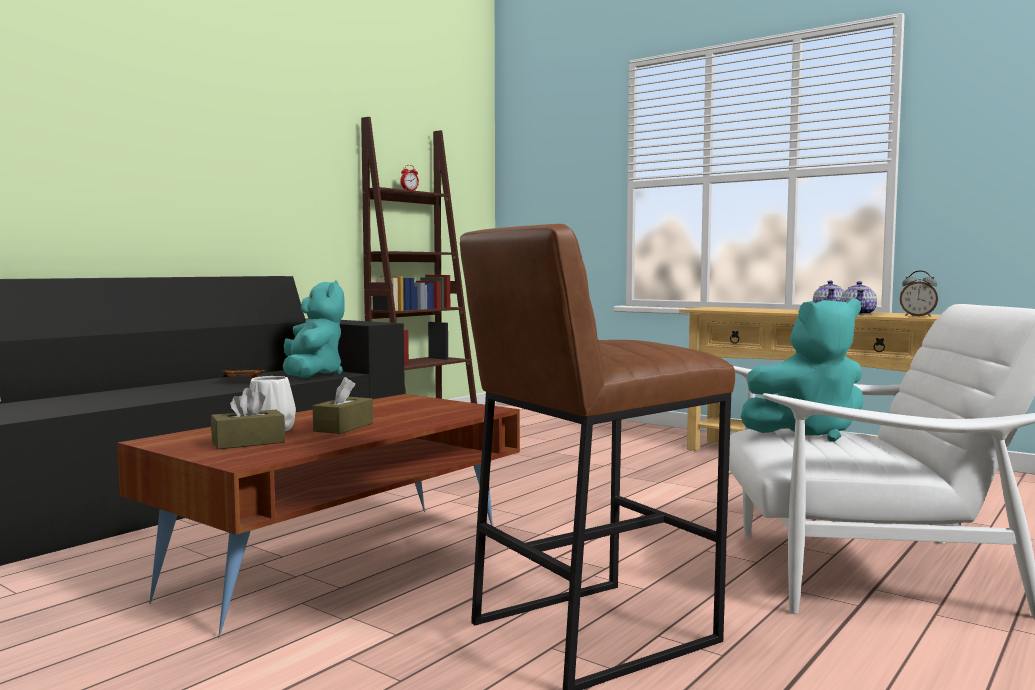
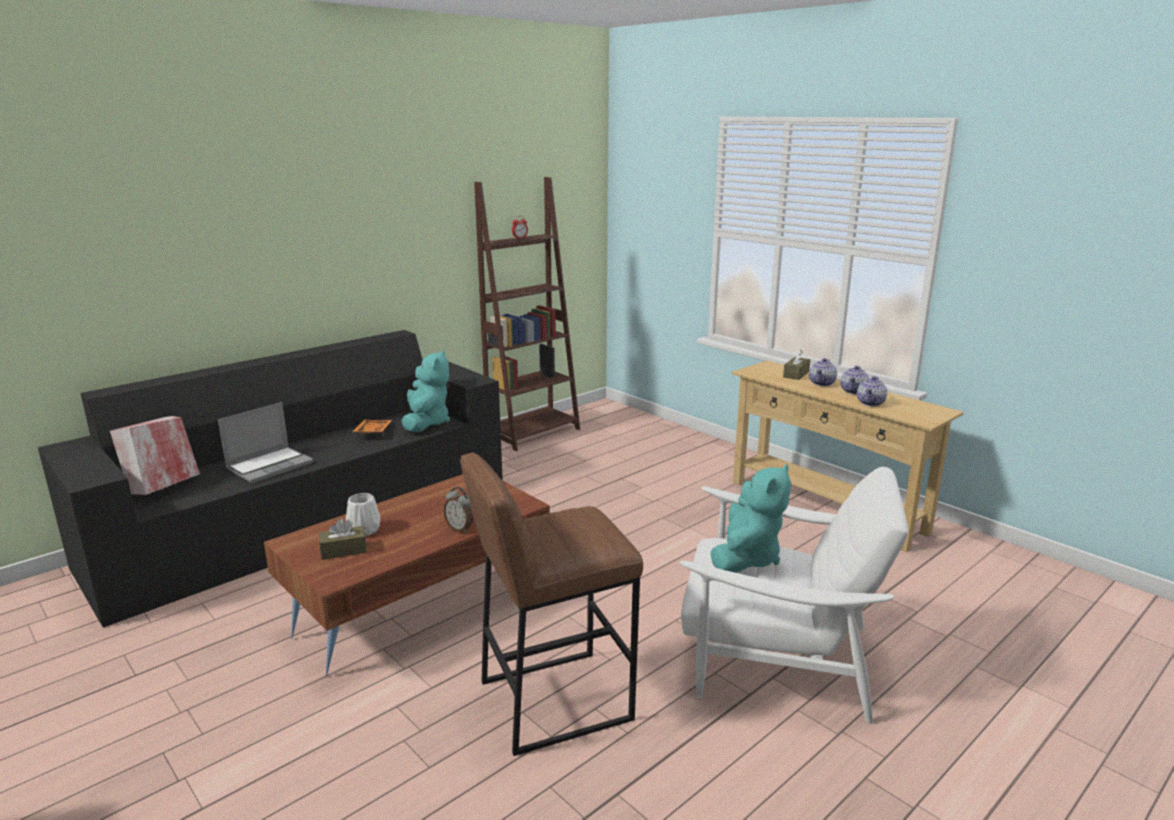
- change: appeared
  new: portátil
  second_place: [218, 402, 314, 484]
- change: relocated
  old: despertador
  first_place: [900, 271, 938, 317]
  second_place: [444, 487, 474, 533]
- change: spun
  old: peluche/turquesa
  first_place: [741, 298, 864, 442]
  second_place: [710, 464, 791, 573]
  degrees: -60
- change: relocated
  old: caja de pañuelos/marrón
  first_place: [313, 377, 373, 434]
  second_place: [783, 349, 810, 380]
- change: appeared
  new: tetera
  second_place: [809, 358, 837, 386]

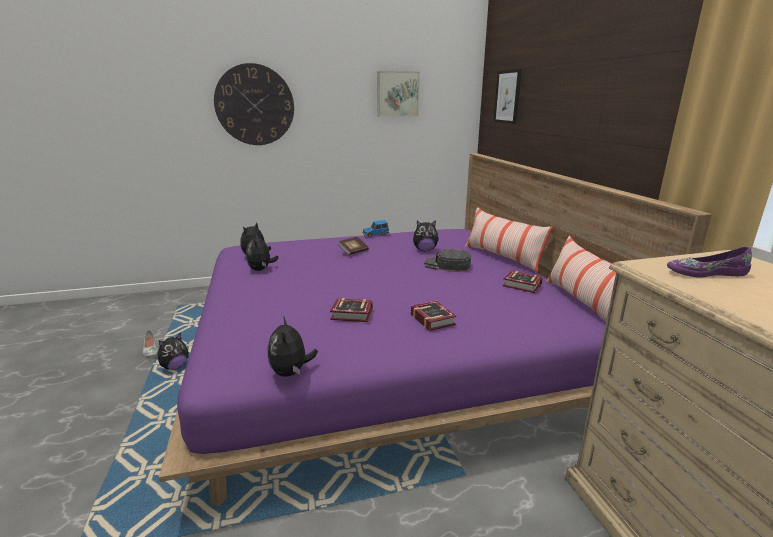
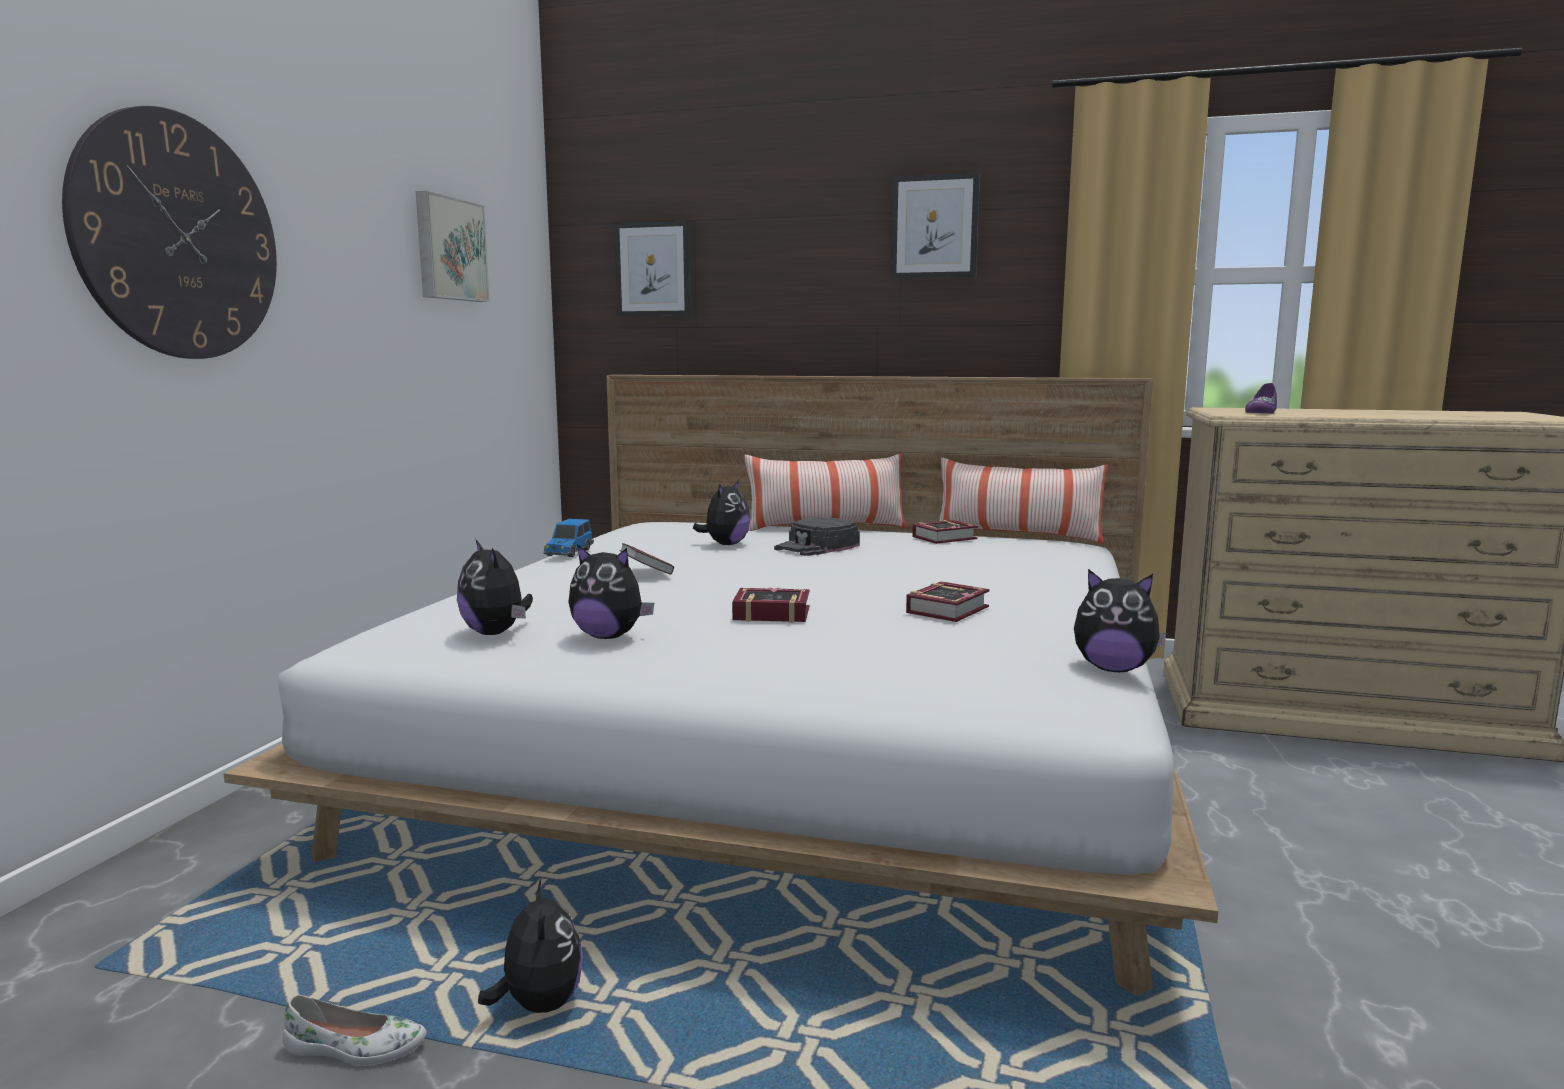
- change: colour
  old: cama/morado
  new: cama/blanco
  first_place: [159, 153, 712, 507]
  second_place: [223, 375, 1218, 996]
- change: relocated
  old: libro
  first_place: [411, 301, 456, 331]
  second_place: [732, 587, 809, 623]
- change: appeared
  new: cuadro
  second_place: [891, 173, 980, 279]

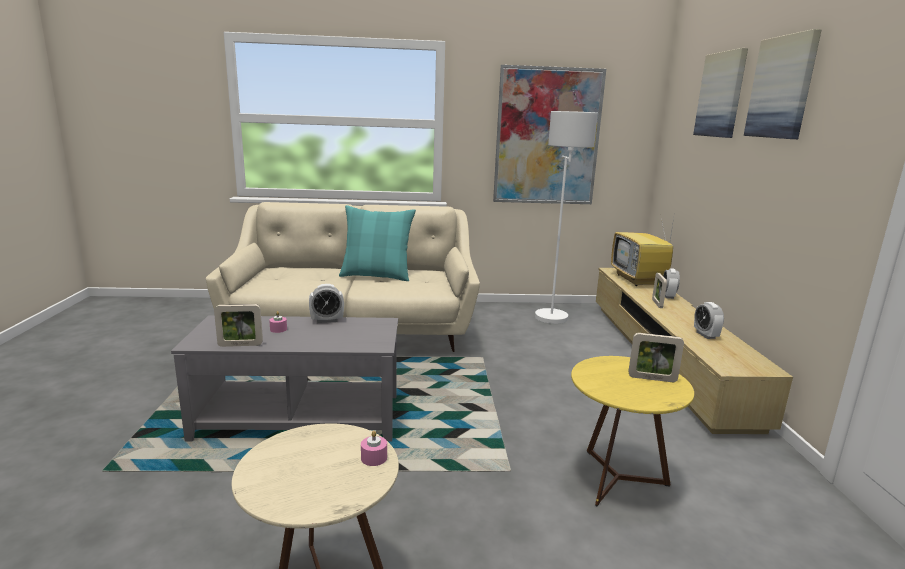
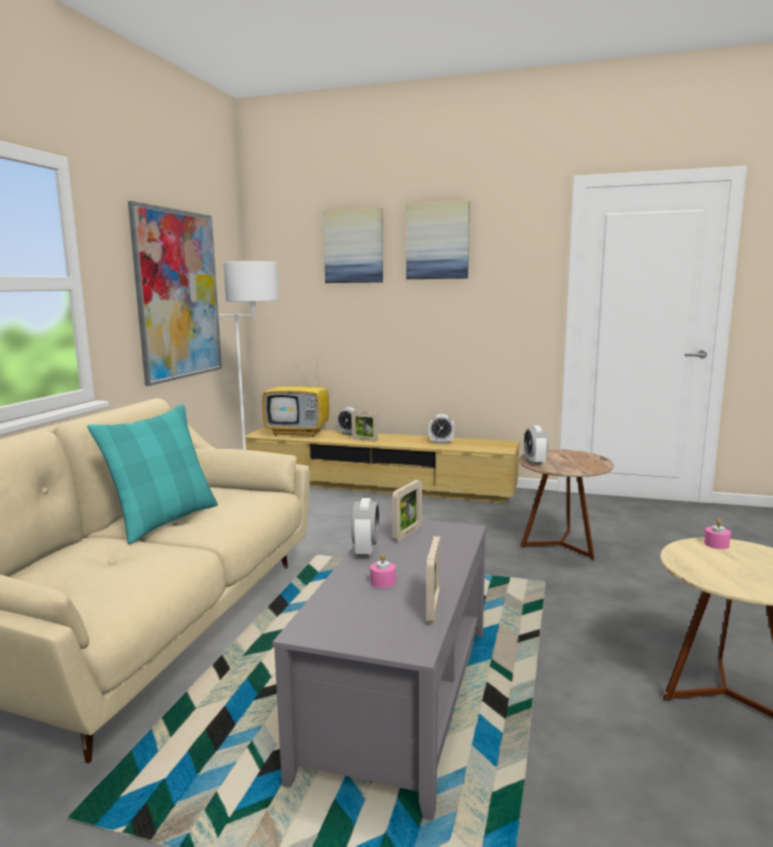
- change: relocated
  old: portarretratos
  first_place: [629, 333, 684, 382]
  second_place: [392, 480, 422, 542]
- change: colour
  old: mesa auxiliar/amarillo
  new: mesa auxiliar/marrón
  first_place: [571, 356, 694, 506]
  second_place: [519, 449, 614, 560]
- change: appeared
  new: despertador
  second_place: [524, 425, 548, 465]

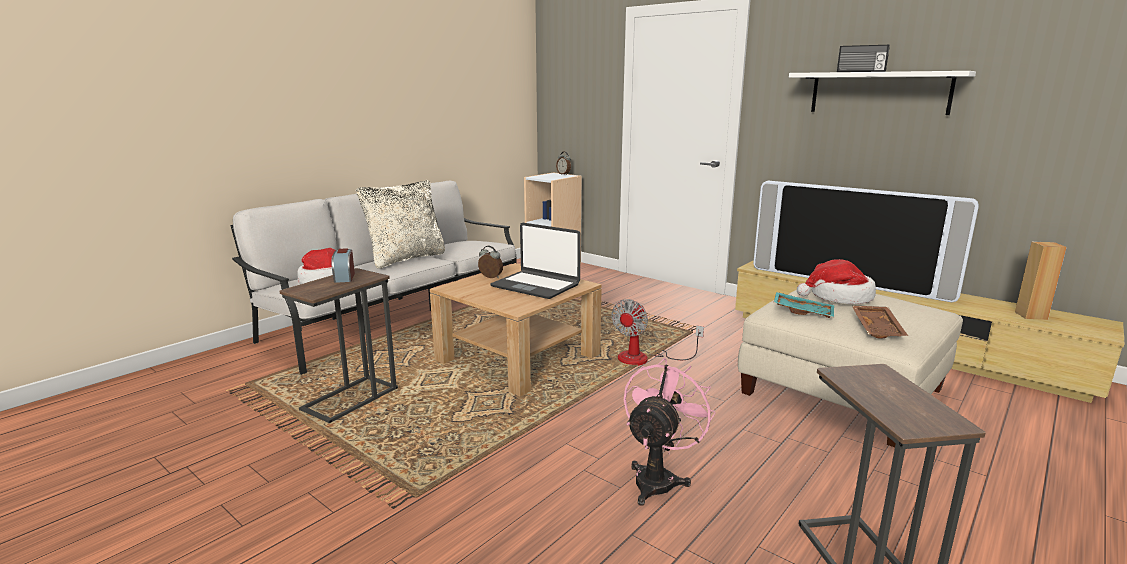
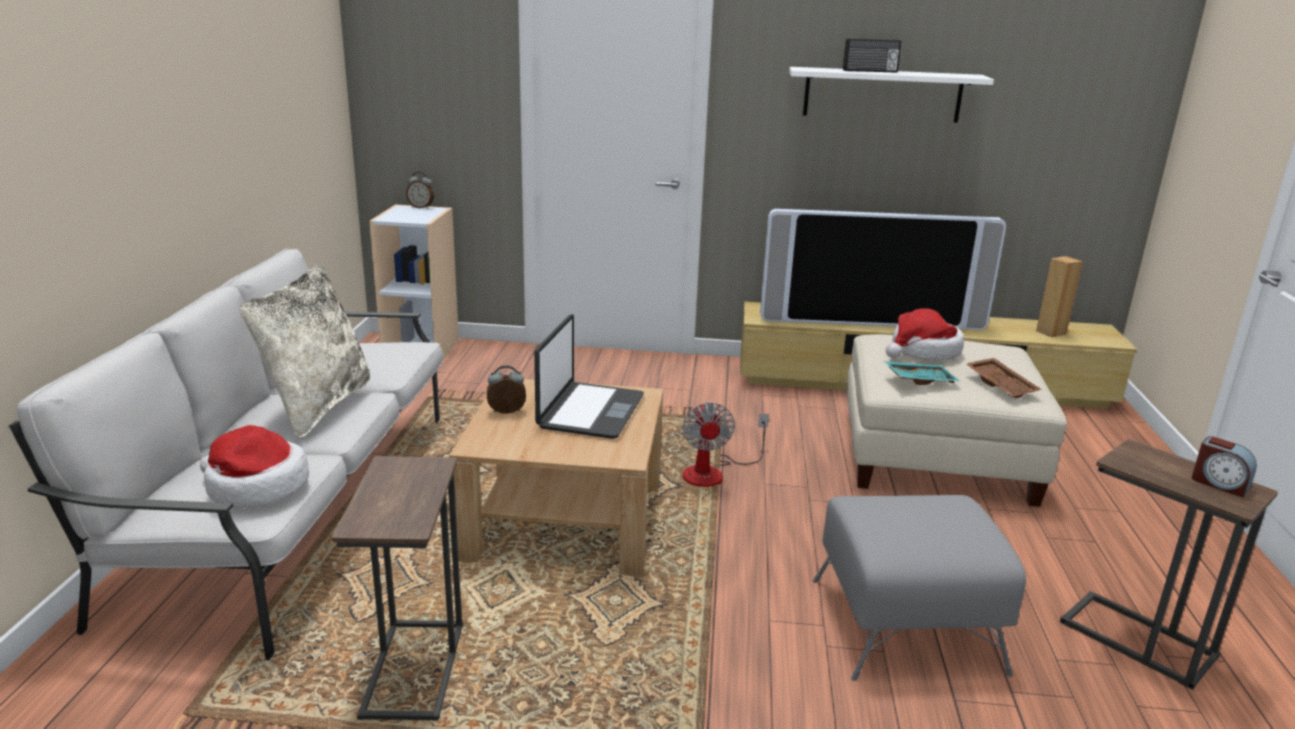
- change: spun
  old: portátil
  first_place: [490, 223, 581, 299]
  second_place: [534, 314, 644, 439]
  degrees: -75
- change: exchanged
  old: ventilador/rosa
  new: puf/gris
  first_place: [624, 358, 715, 506]
  second_place: [813, 495, 1026, 681]
- change: relocated
  old: despertador
  first_place: [331, 248, 355, 283]
  second_place: [1192, 436, 1257, 497]

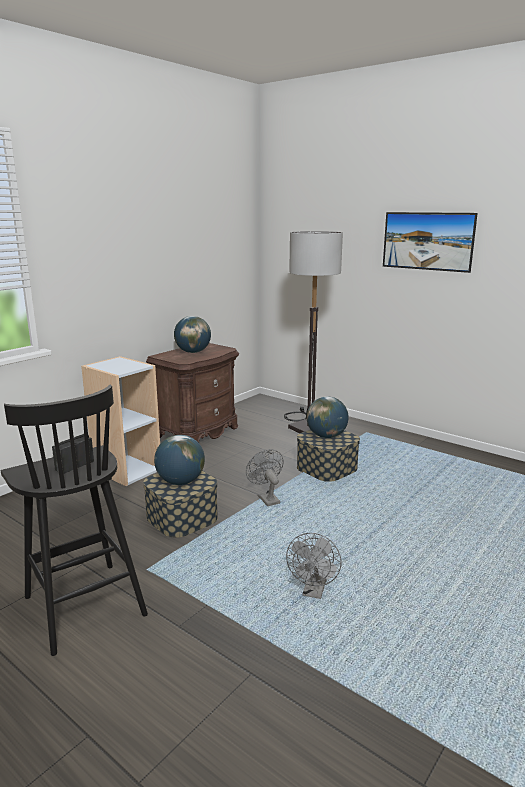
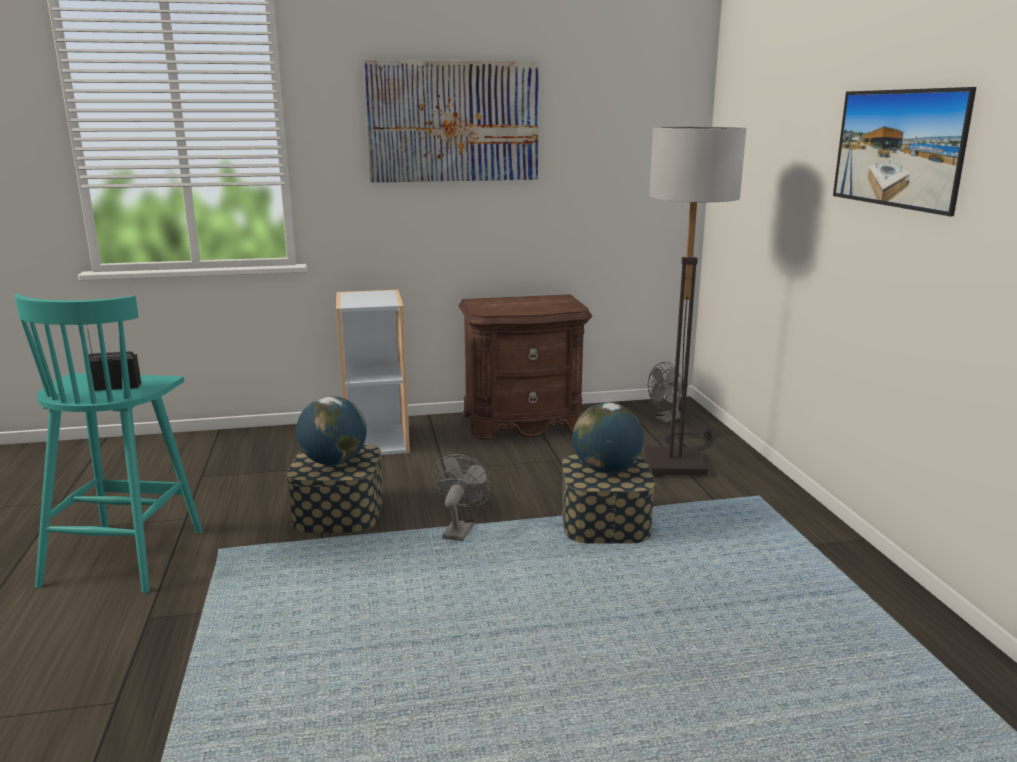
- change: colour
  old: taburete/negro
  new: taburete/turquesa
  first_place: [1, 384, 148, 656]
  second_place: [14, 293, 203, 593]
- change: appeared
  new: cuadro
  second_place: [363, 60, 539, 183]
- change: relocated
  old: ventilador/gris
  first_place: [286, 533, 342, 599]
  second_place: [648, 362, 688, 422]
- change: missing
  old: globo terráqueo
  first_place: [174, 316, 211, 353]

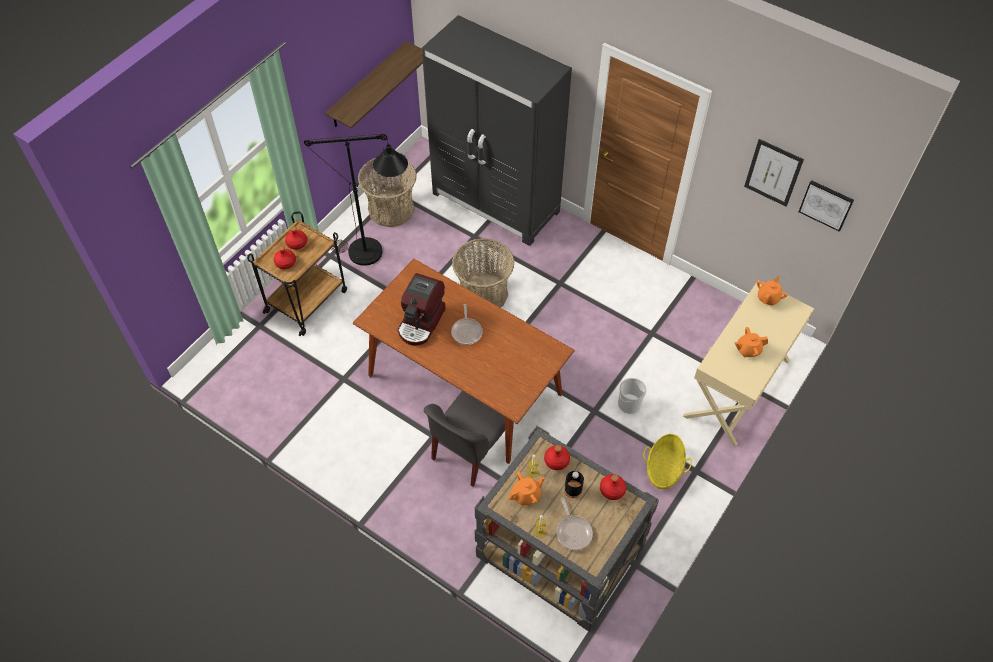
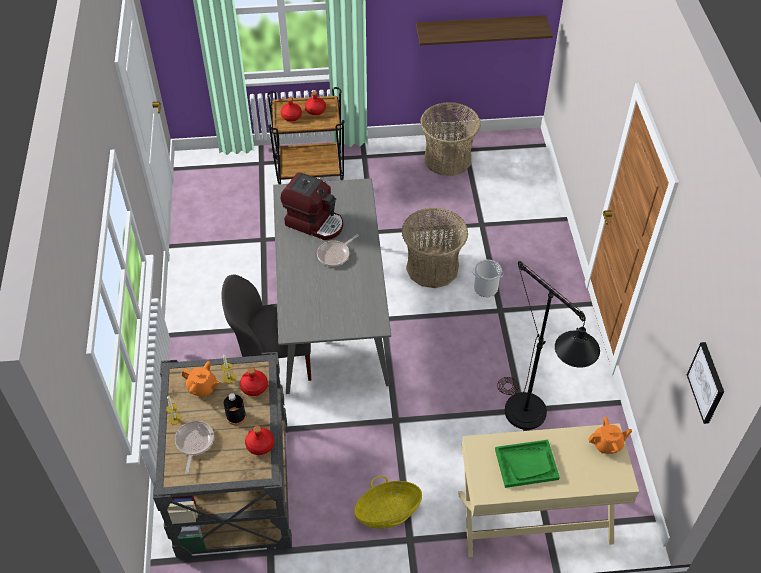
- change: spun
  old: sartén
  first_place: [556, 498, 593, 550]
  second_place: [175, 421, 214, 474]
  degrees: 150
- change: colour
  old: mesa de comedor/marrón
  new: mesa de comedor/gris
  first_place: [353, 259, 575, 464]
  second_place: [273, 178, 391, 394]
- change: spun
  old: cafetera
  first_place: [397, 273, 445, 345]
  second_place: [281, 173, 343, 240]
  degrees: -135
- change: relocated
  old: cubo
  first_place: [618, 378, 646, 414]
  second_place: [473, 259, 504, 297]
- change: exchanged
  old: tetera/naranja
  new: bandeja/verde
  first_place: [735, 327, 768, 357]
  second_place: [495, 440, 560, 488]
- change: relocated
  old: lámpara de pie/negro
  first_place: [304, 134, 408, 266]
  second_place: [497, 261, 600, 430]
- change: missing
  old: armario/negro
  first_place: [422, 15, 572, 246]
- change: missing
  old: cuadro
  first_place: [744, 139, 804, 207]

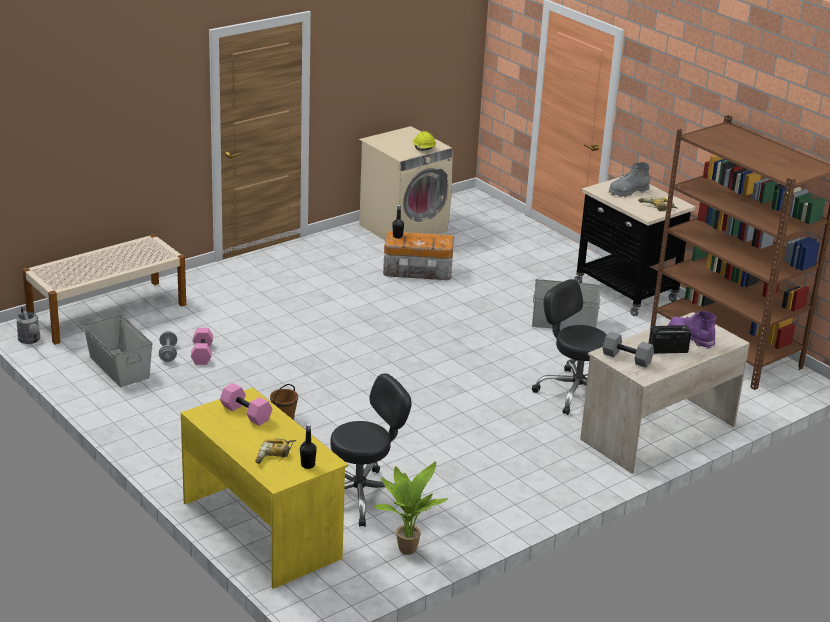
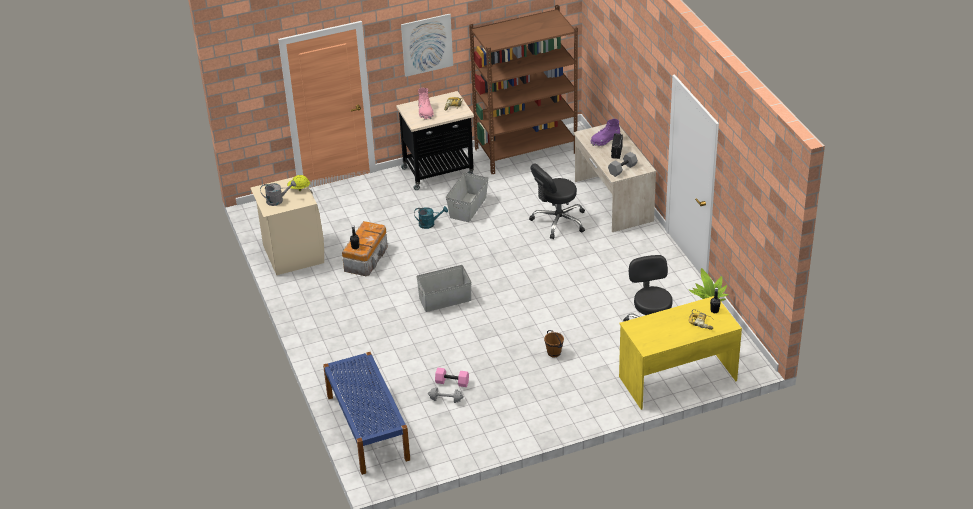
- change: relocated
  old: regadera/gris
  first_place: [16, 306, 40, 344]
  second_place: [260, 180, 296, 206]
- change: colour
  old: banco/beis
  new: banco/azul
  first_place: [23, 234, 186, 345]
  second_place: [323, 352, 410, 475]
- change: appeared
  new: cuadro
  second_place: [401, 14, 453, 77]
- change: appeared
  new: regadera/turquesa
  second_place: [414, 206, 448, 229]
- change: relocated
  old: caja de almacenaje/gris
  first_place: [83, 315, 153, 387]
  second_place: [416, 265, 472, 312]
- change: colour
  old: bota/gris
  new: bota/rosa
  first_place: [609, 162, 650, 197]
  second_place: [418, 88, 434, 120]
- change: missing
  old: mancuerna/rosa
  first_place: [220, 383, 272, 426]

